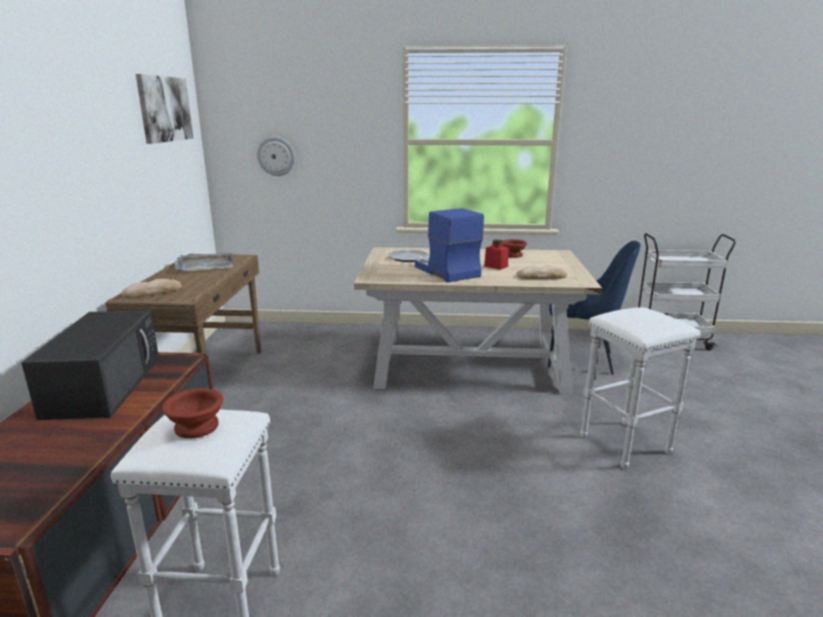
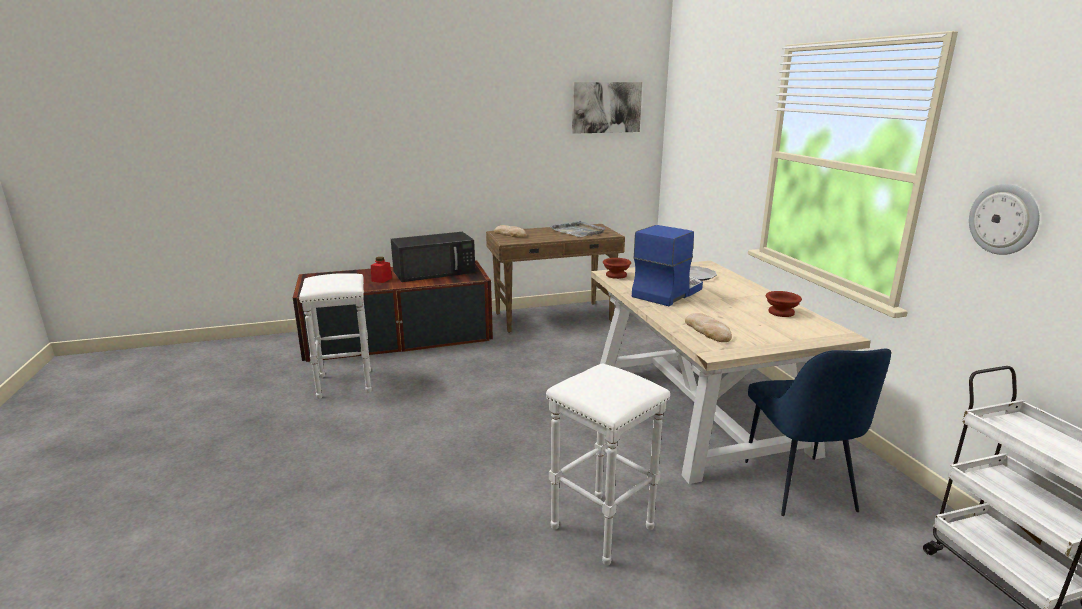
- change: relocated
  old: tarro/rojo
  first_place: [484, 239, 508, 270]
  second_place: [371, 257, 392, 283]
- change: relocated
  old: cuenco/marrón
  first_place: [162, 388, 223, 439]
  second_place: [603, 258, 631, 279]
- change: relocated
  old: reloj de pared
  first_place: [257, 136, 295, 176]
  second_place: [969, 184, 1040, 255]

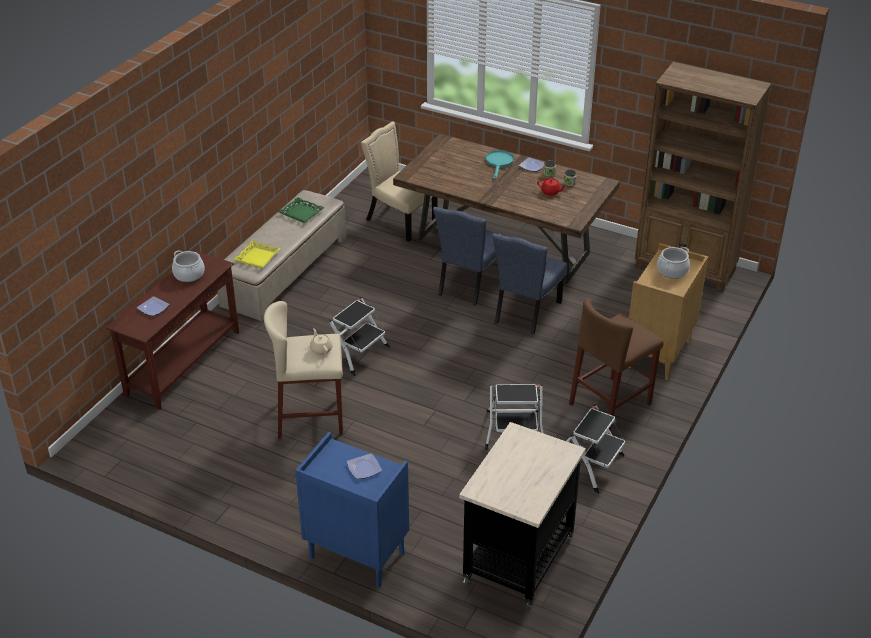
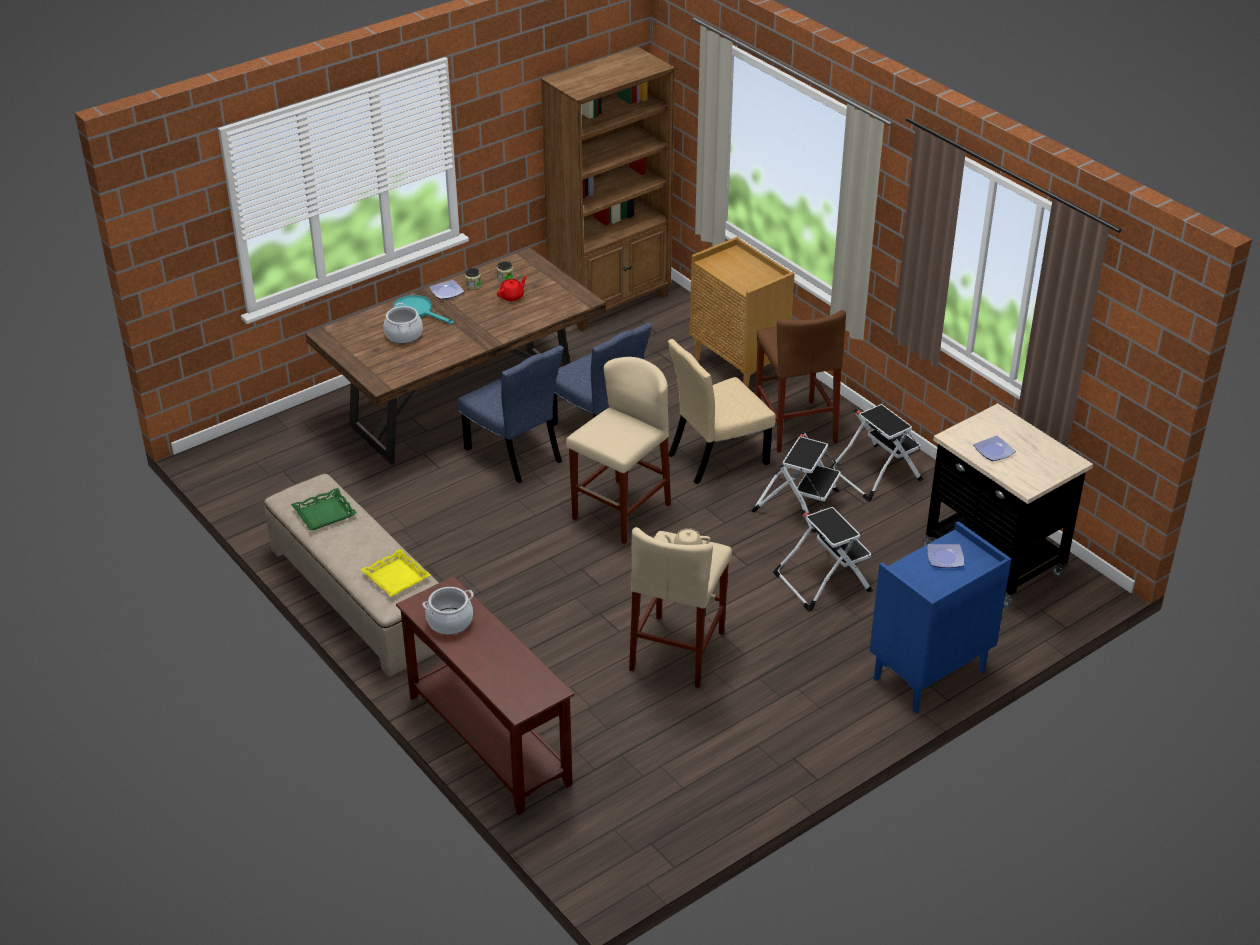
- change: relocated
  old: olla
  first_place: [657, 247, 690, 279]
  second_place: [384, 303, 423, 344]
- change: appeared
  new: taburete/beis
  second_place: [566, 357, 671, 544]
- change: relocated
  old: silla/beis
  first_place: [361, 121, 438, 242]
  second_place: [668, 339, 776, 484]
- change: relocated
  old: escalera de tijera
  first_place: [329, 297, 390, 376]
  second_place: [773, 507, 873, 612]
- change: relocated
  old: plato
  first_place: [137, 296, 170, 316]
  second_place: [973, 436, 1016, 461]

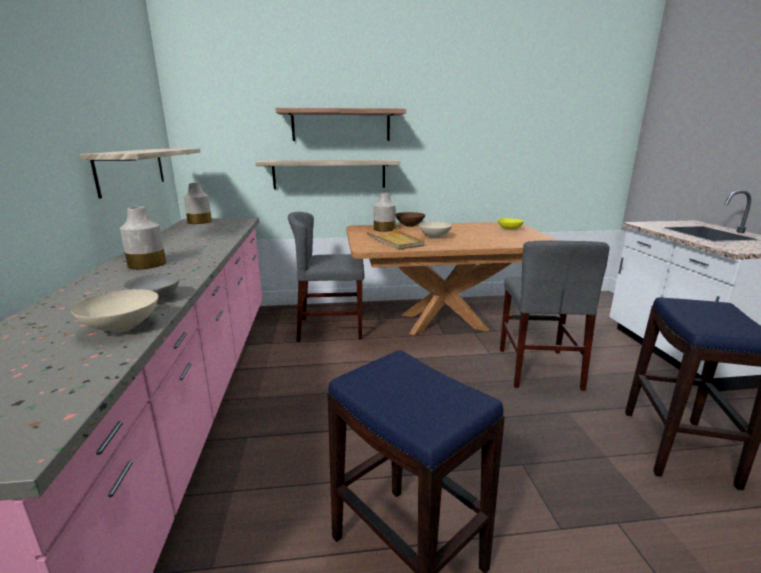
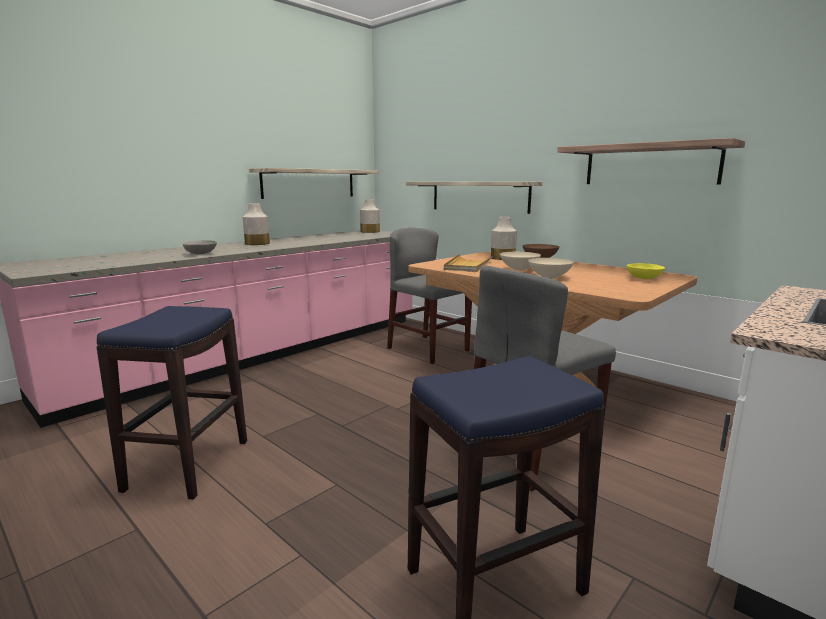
- change: relocated
  old: cuenco/beis
  first_place: [71, 289, 158, 333]
  second_place: [528, 258, 574, 279]
- change: relocated
  old: estante
  first_place: [276, 108, 406, 141]
  second_place: [557, 138, 745, 185]

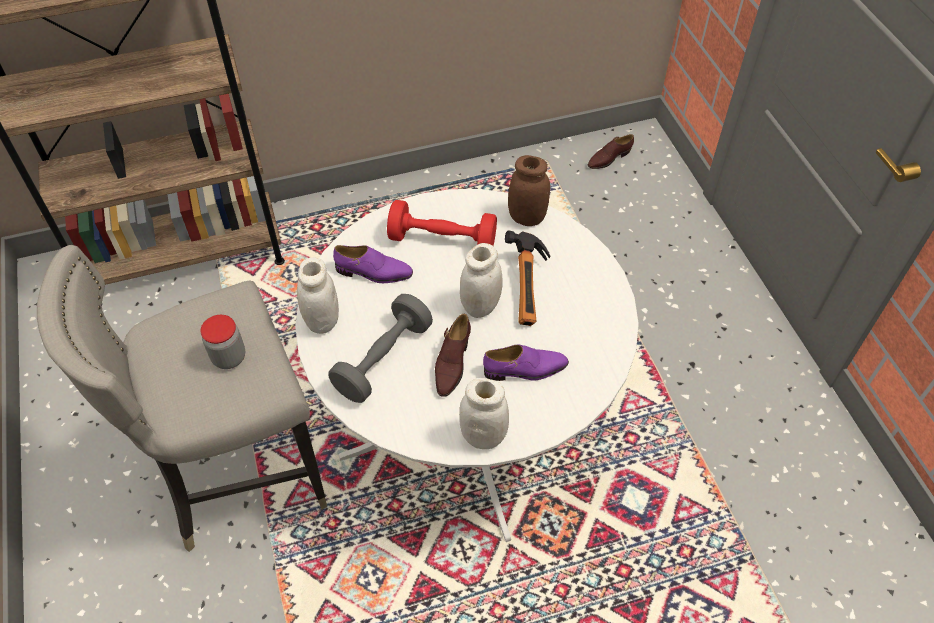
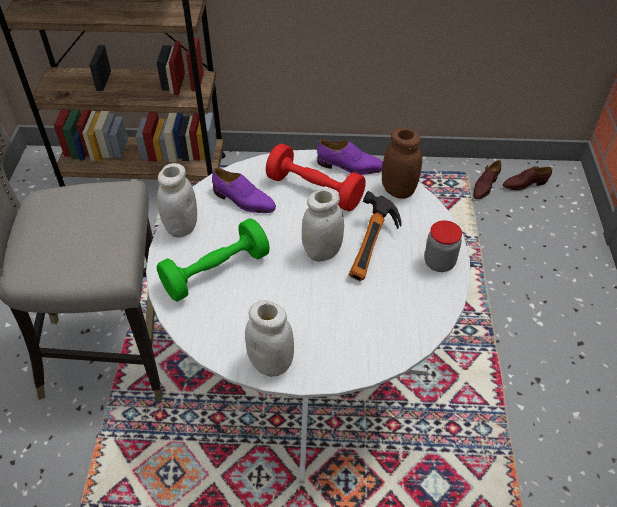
- change: colour
  old: mancuerna/gris
  new: mancuerna/verde
  first_place: [328, 294, 433, 403]
  second_place: [157, 218, 270, 302]
- change: relocated
  old: zapato/morado
  first_place: [483, 344, 569, 381]
  second_place: [317, 140, 383, 175]
- change: relocated
  old: tarro
  first_place: [200, 315, 245, 369]
  second_place: [424, 220, 462, 272]
- change: relocated
  old: zapato/marrón
  first_place: [435, 314, 471, 397]
  second_place: [473, 160, 501, 199]

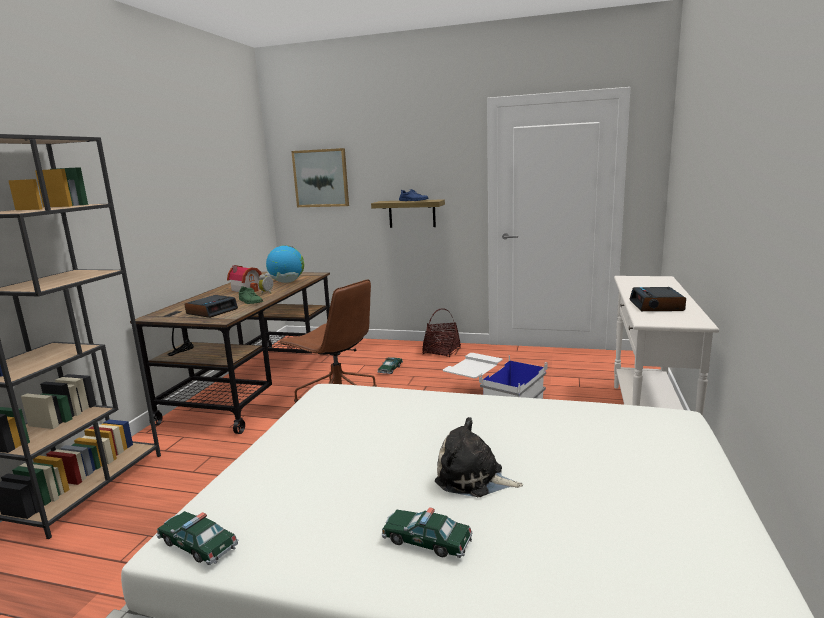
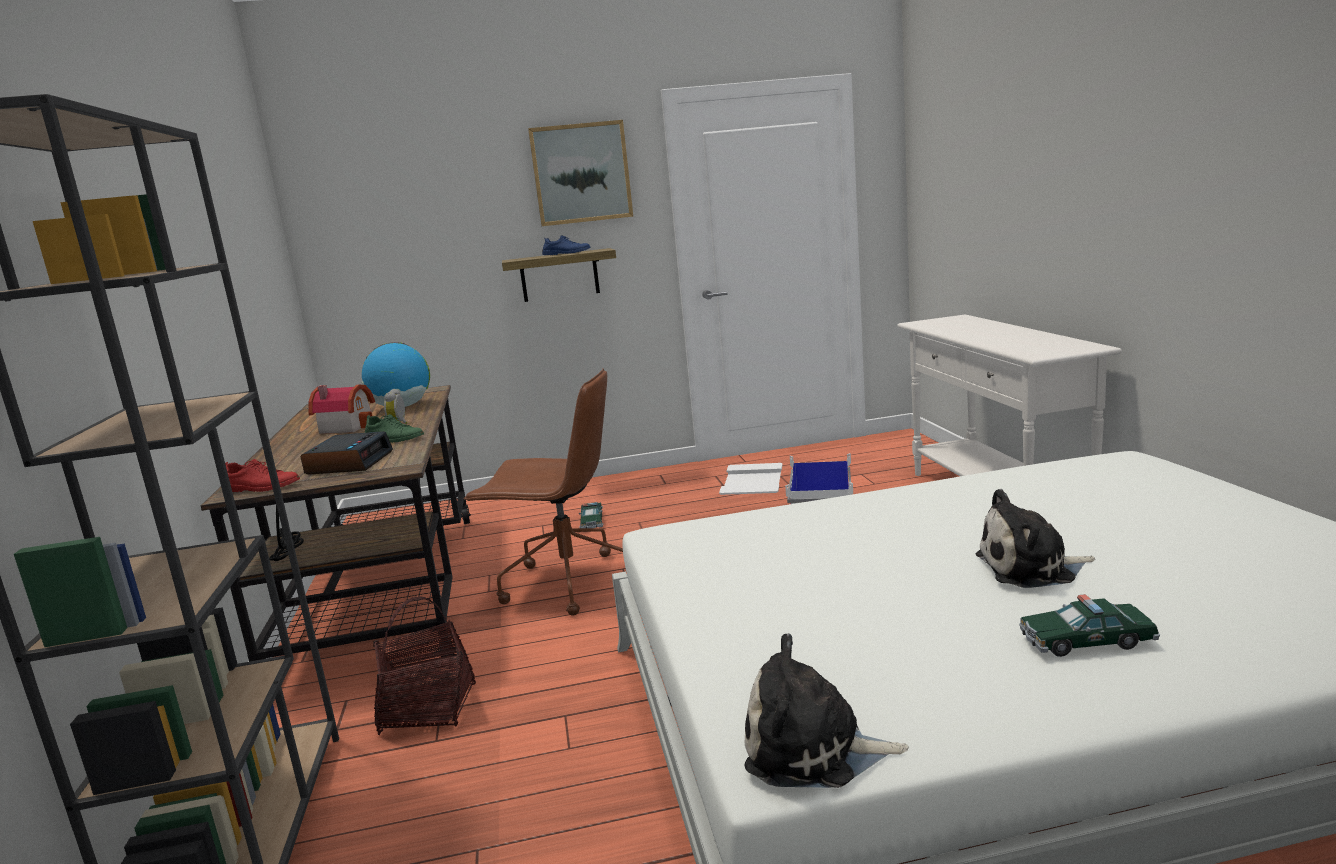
- change: appeared
  new: zapato/rojo
  second_place: [225, 459, 300, 492]
- change: relocated
  old: cesta
  first_place: [422, 308, 461, 357]
  second_place: [373, 596, 476, 735]
- change: relocated
  old: cuadro
  first_place: [291, 148, 349, 207]
  second_place: [528, 120, 633, 226]
- change: exchanged
  old: coche de juguete
  new: peluche
  first_place: [156, 511, 238, 565]
  second_place: [744, 633, 909, 788]
- change: missing
  old: despertador
  first_place: [629, 287, 686, 311]

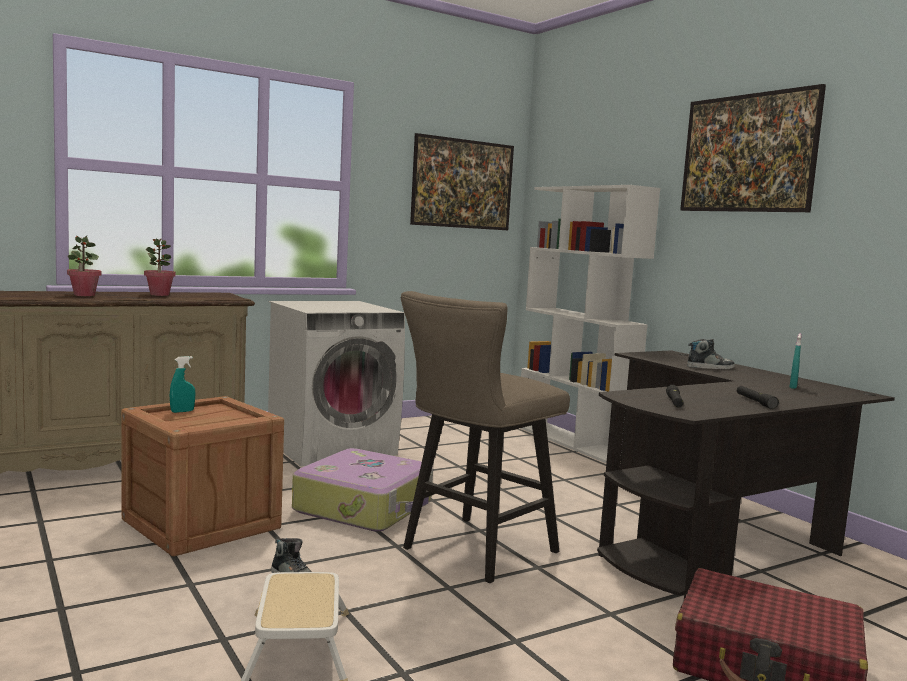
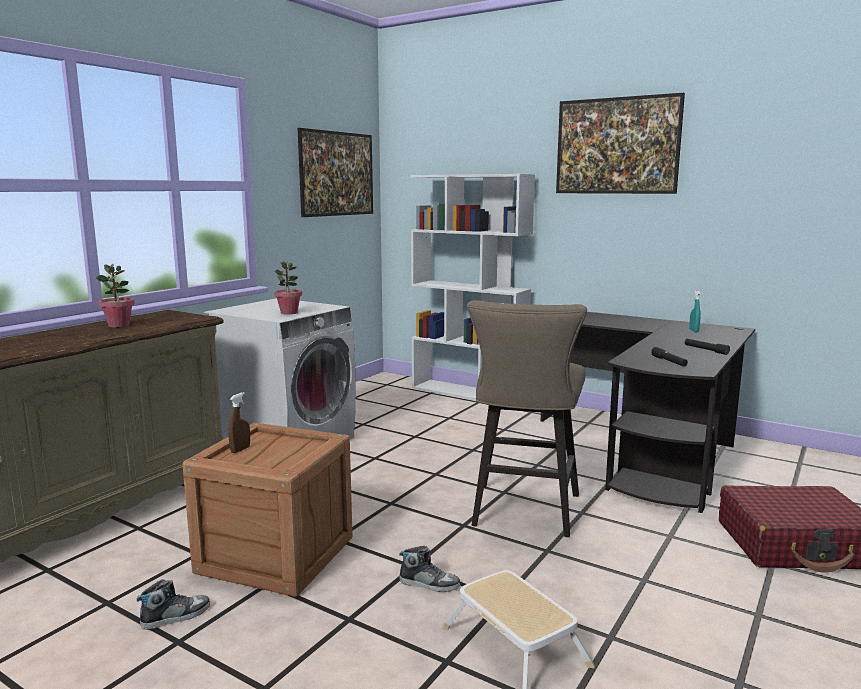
- change: relocated
  old: zapato
  first_place: [687, 339, 735, 369]
  second_place: [137, 579, 210, 630]
- change: colour
  old: pulverizador/turquesa
  new: pulverizador/marrón
  first_place: [170, 356, 195, 413]
  second_place: [228, 392, 250, 453]
- change: relocated
  old: planta en maceta
  first_place: [67, 236, 102, 296]
  second_place: [274, 261, 302, 314]
- change: missing
  old: maleta
  first_place: [292, 448, 433, 531]

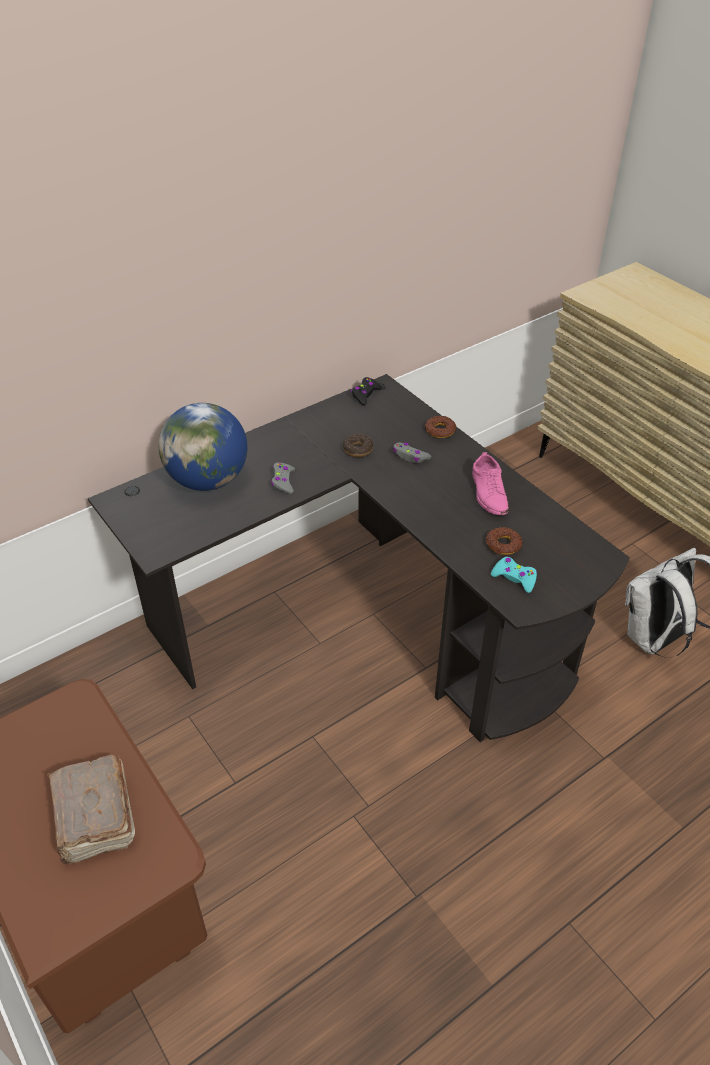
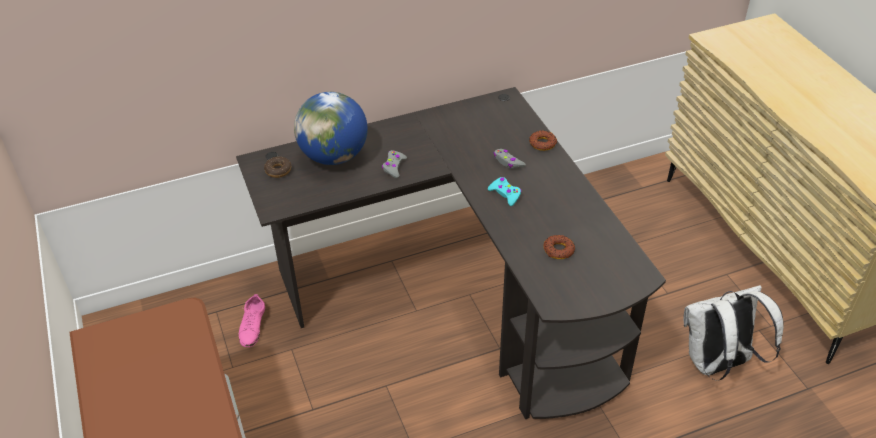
- change: relocated
  old: zapato/rosa
  first_place: [472, 452, 509, 515]
  second_place: [239, 294, 265, 347]
- change: relocated
  old: rosquilla
  first_place: [343, 434, 373, 457]
  second_place: [264, 157, 291, 178]
- change: relocated
  old: mando de consola/turquesa
  first_place: [491, 557, 537, 593]
  second_place: [488, 177, 522, 206]
- change: missing
  old: libro/marrón
  first_place: [47, 755, 135, 864]
- change: missing
  old: mando de consola/negro
  first_place: [351, 377, 382, 405]

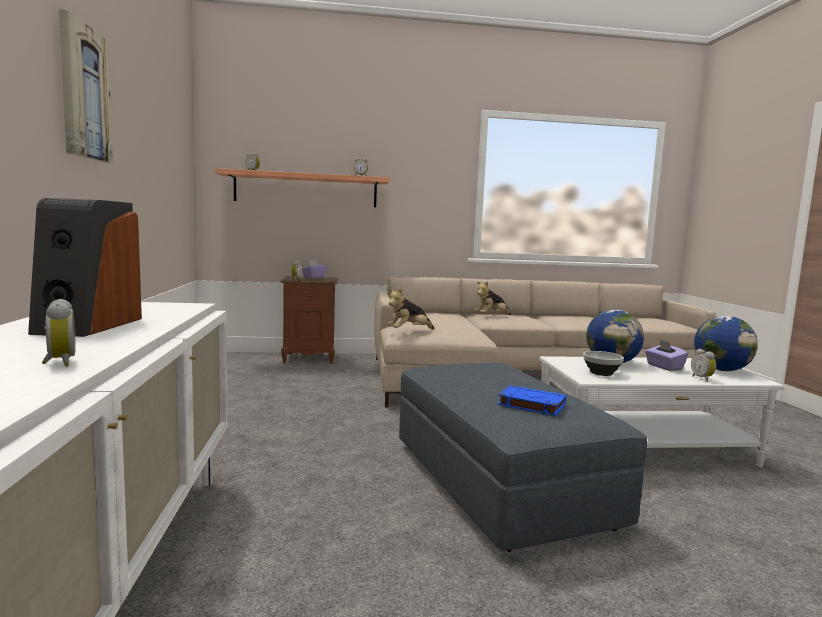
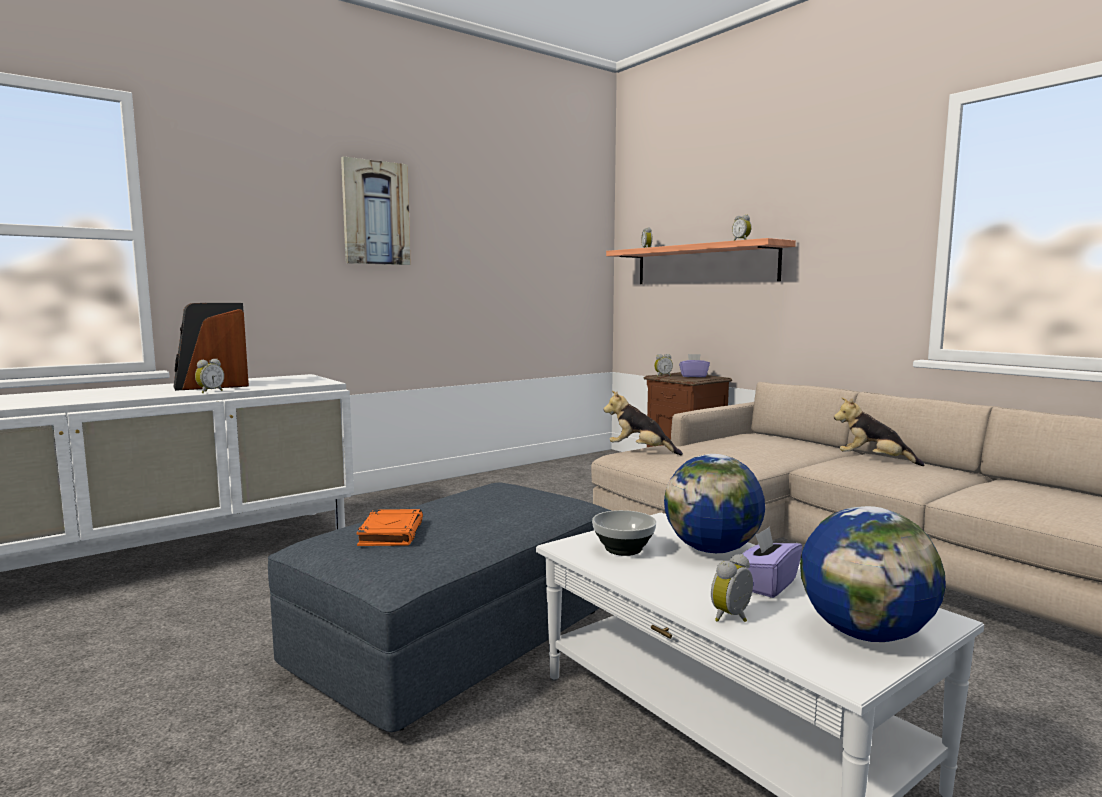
- change: relocated
  old: despertador
  first_place: [42, 299, 76, 367]
  second_place: [195, 359, 224, 393]
- change: colour
  old: libro/azul
  new: libro/naranja
  first_place: [498, 385, 566, 416]
  second_place: [357, 509, 423, 546]

